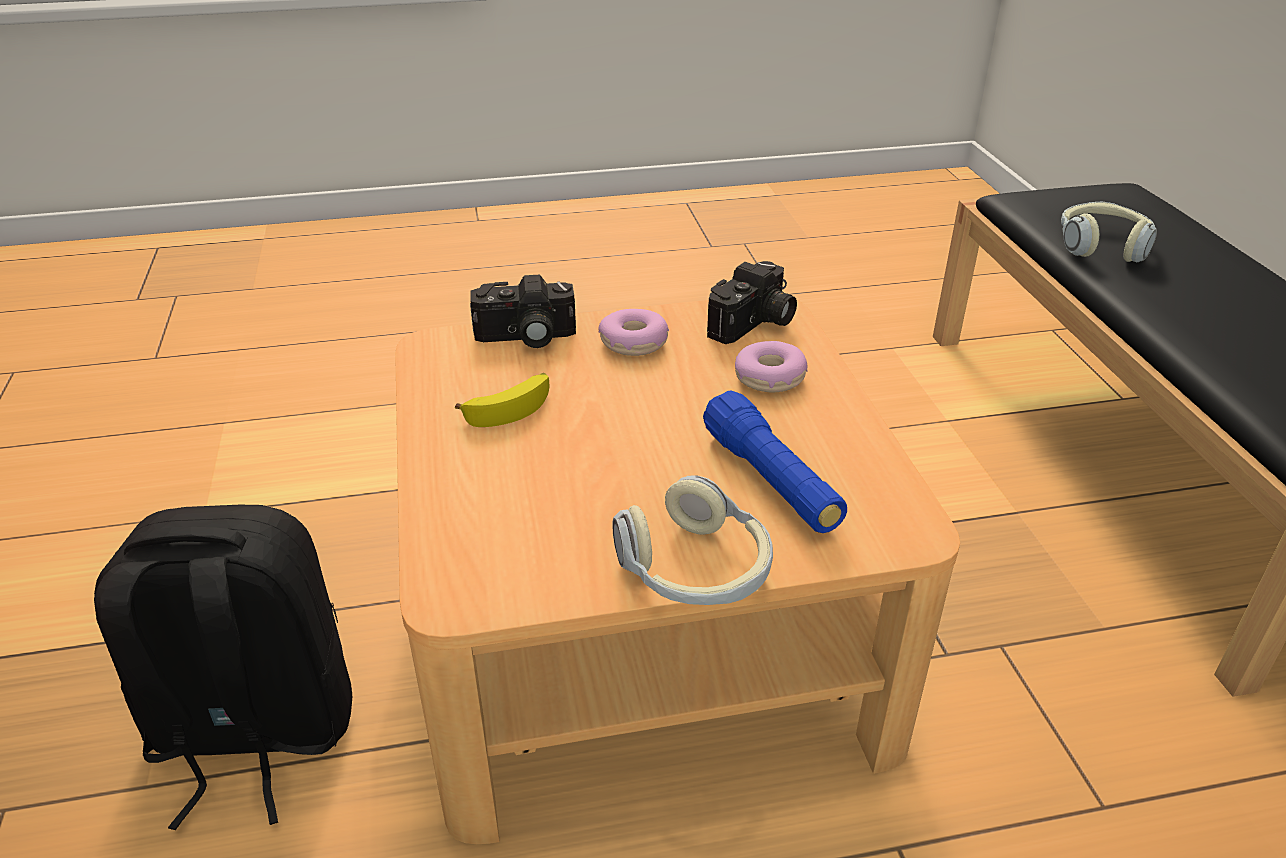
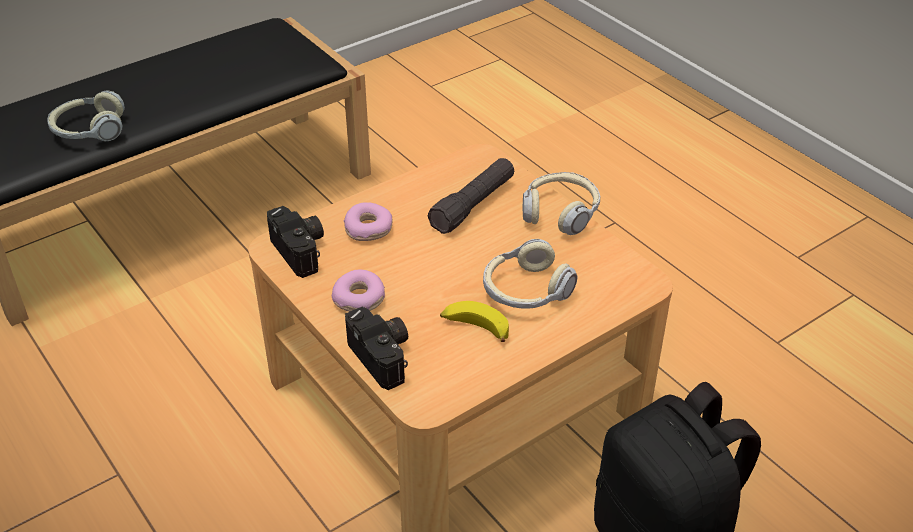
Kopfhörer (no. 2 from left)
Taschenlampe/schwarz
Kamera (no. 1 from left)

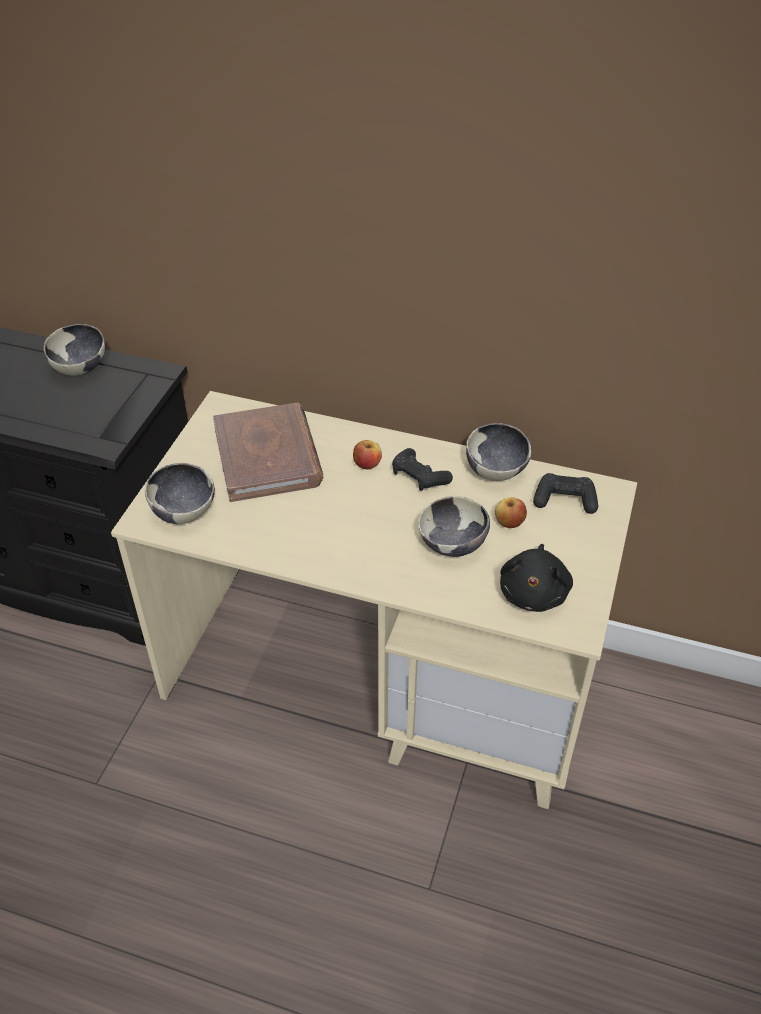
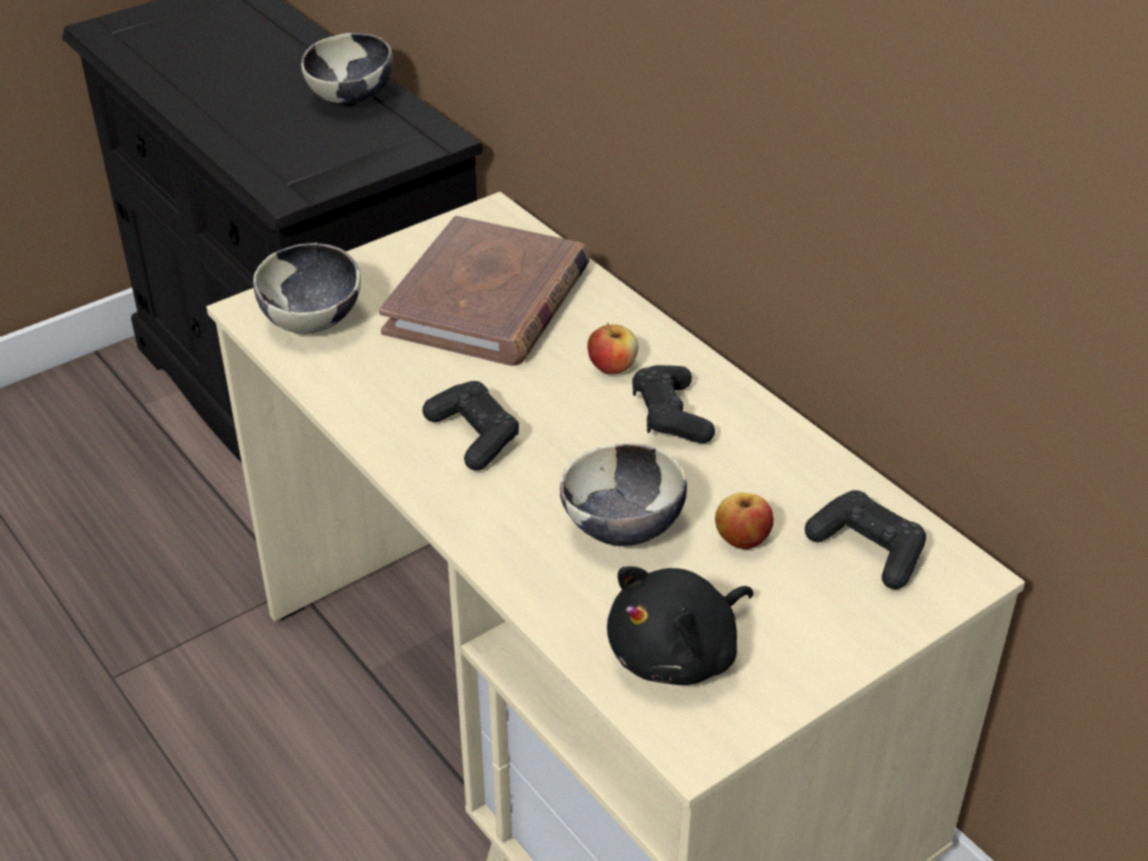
Schüssel (no. 4 from left in the first image)
Gamepad/schwarz (no. 1 from left)

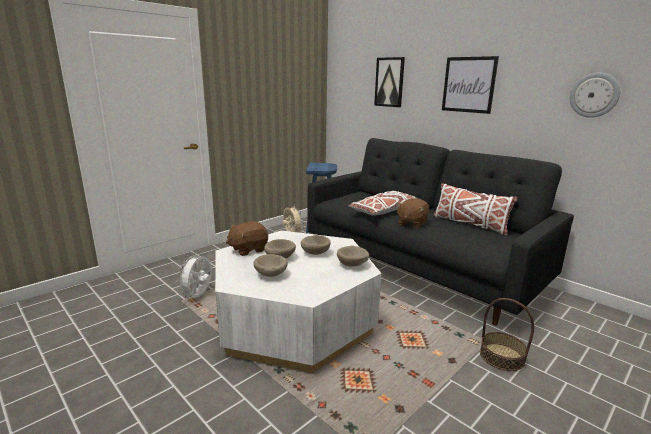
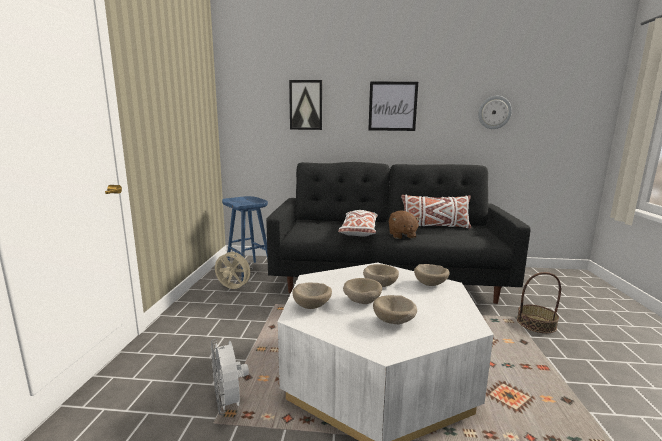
Schüssel/beige (no. 1 from left)

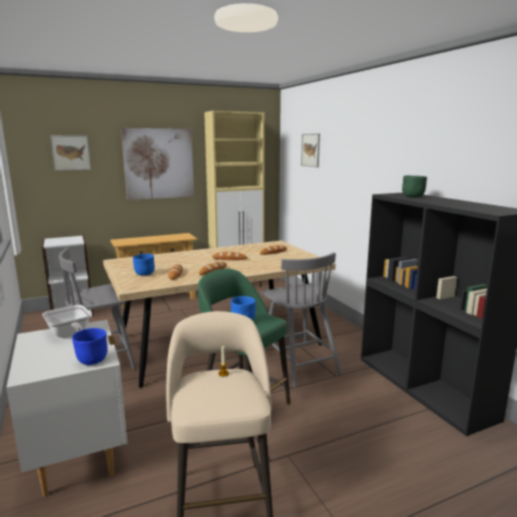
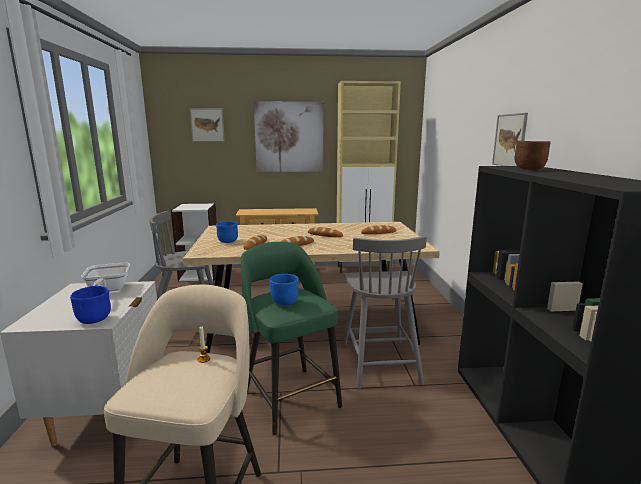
Bild (no. 3 from left)
Schüssel/braun

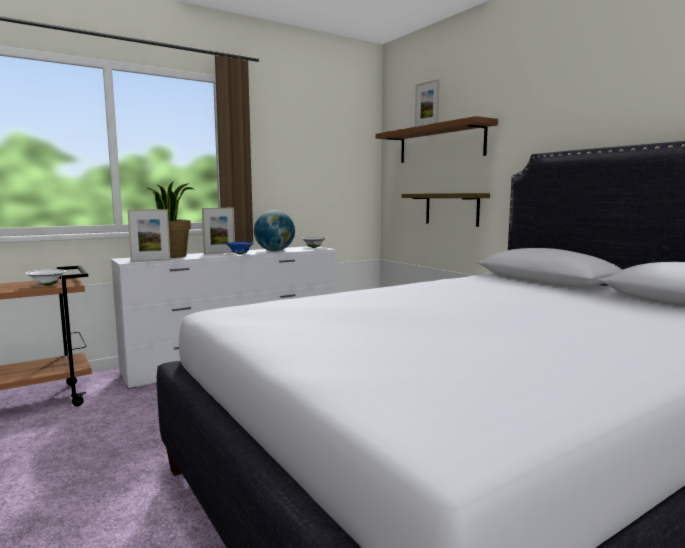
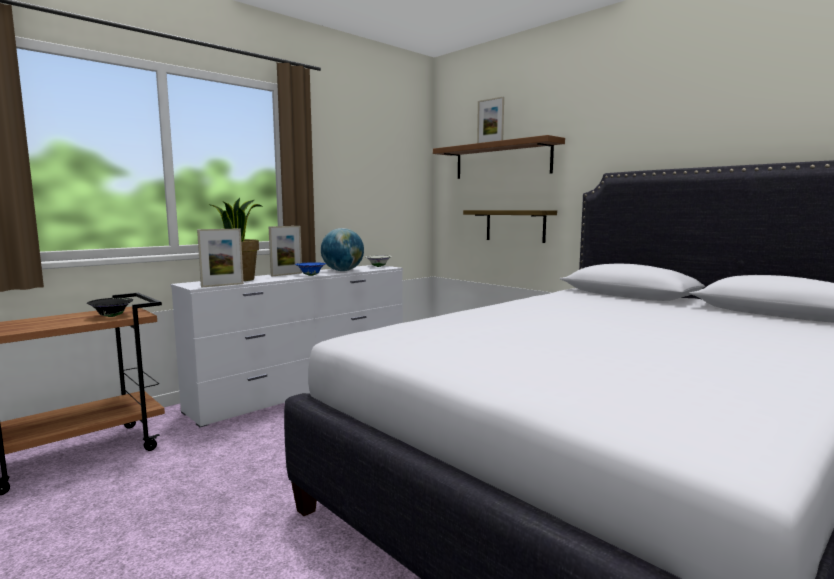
Schüssel/schwarz

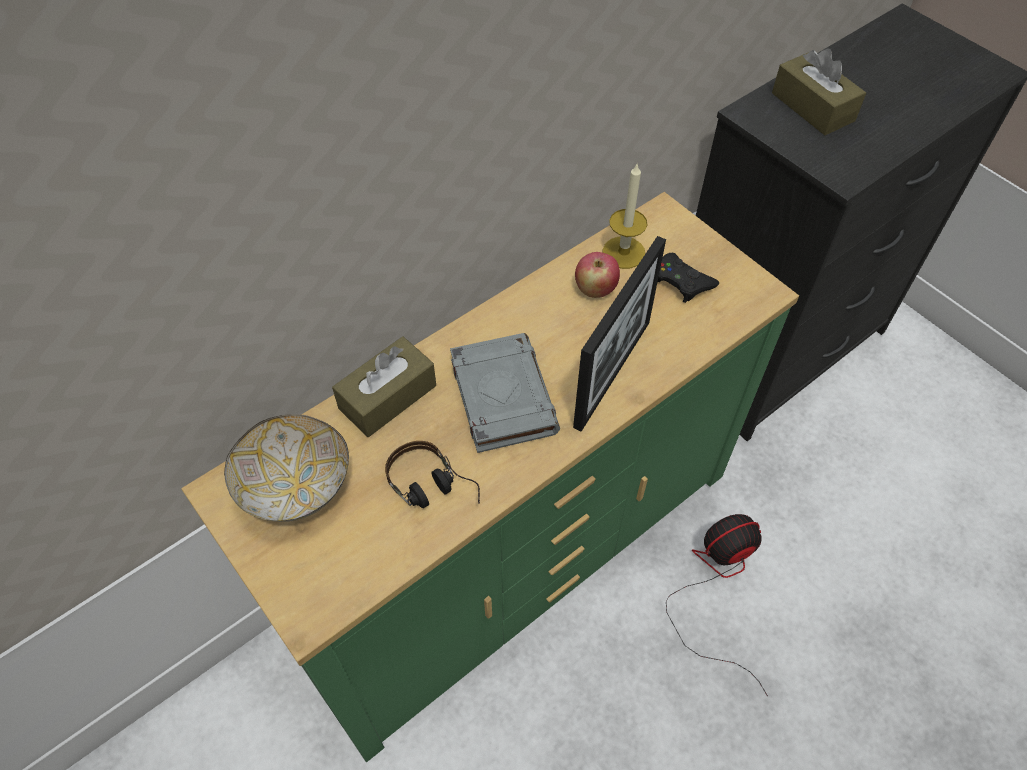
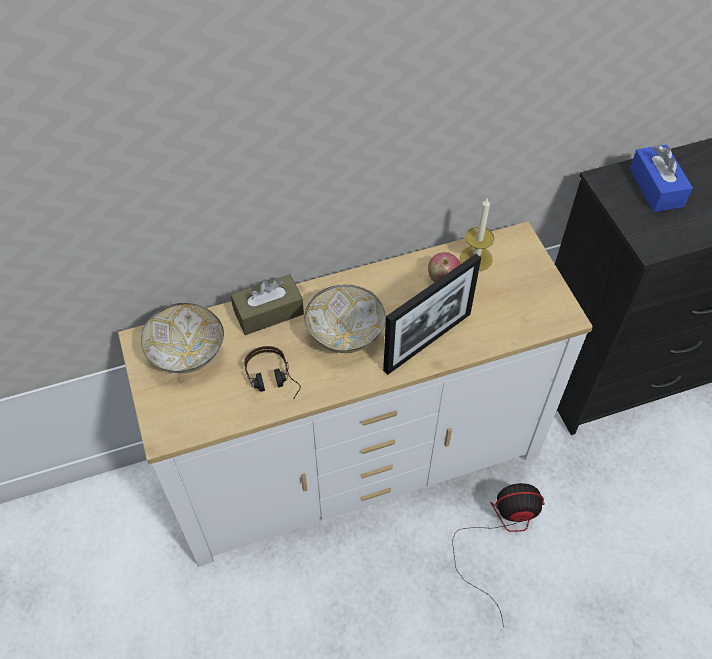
Gamepad/schwarz
Schüssel (no. 2 from left)
Kommode/weiß
Taschentuchbox/blau

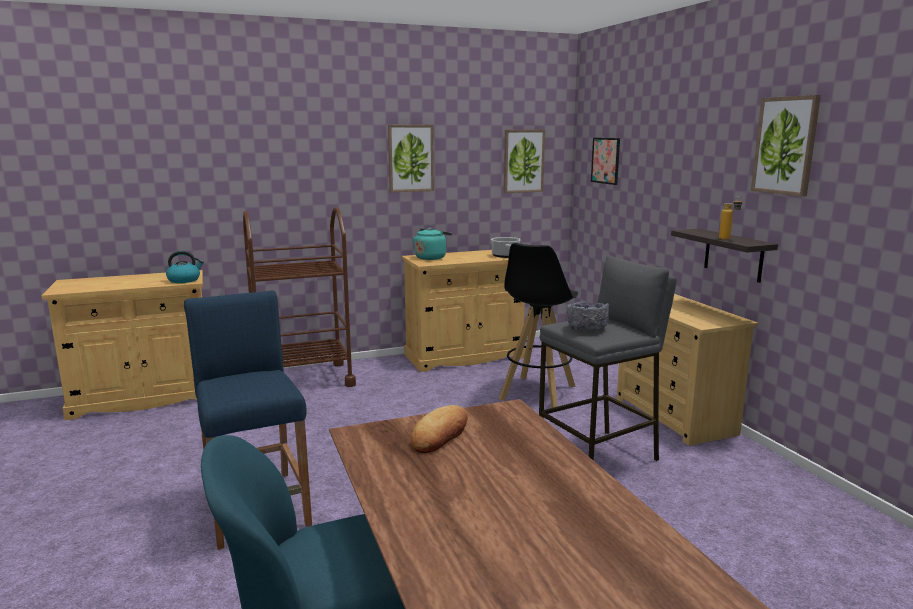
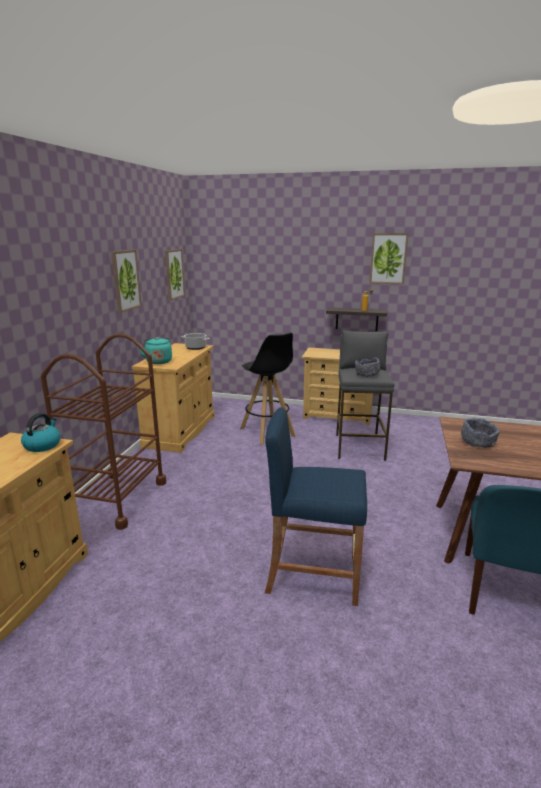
Bild (no. 3 from left in the first image)
Schüssel/grau (no. 2 from left)

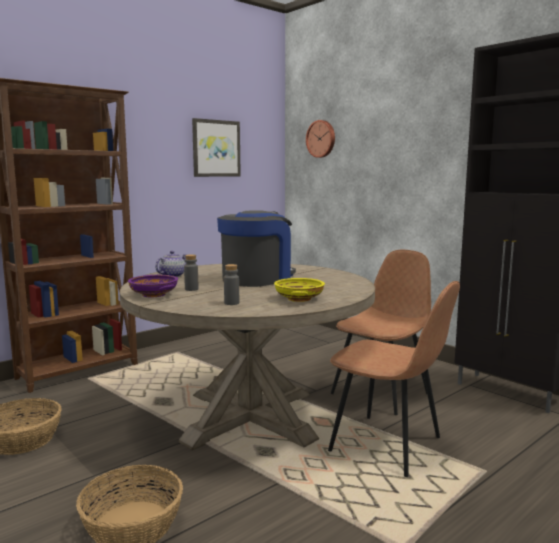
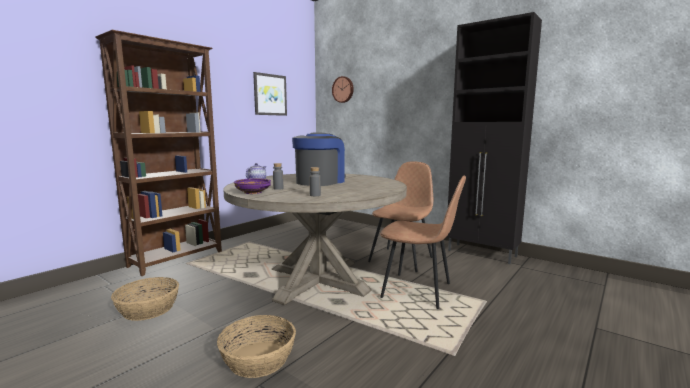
Schüssel/gelb

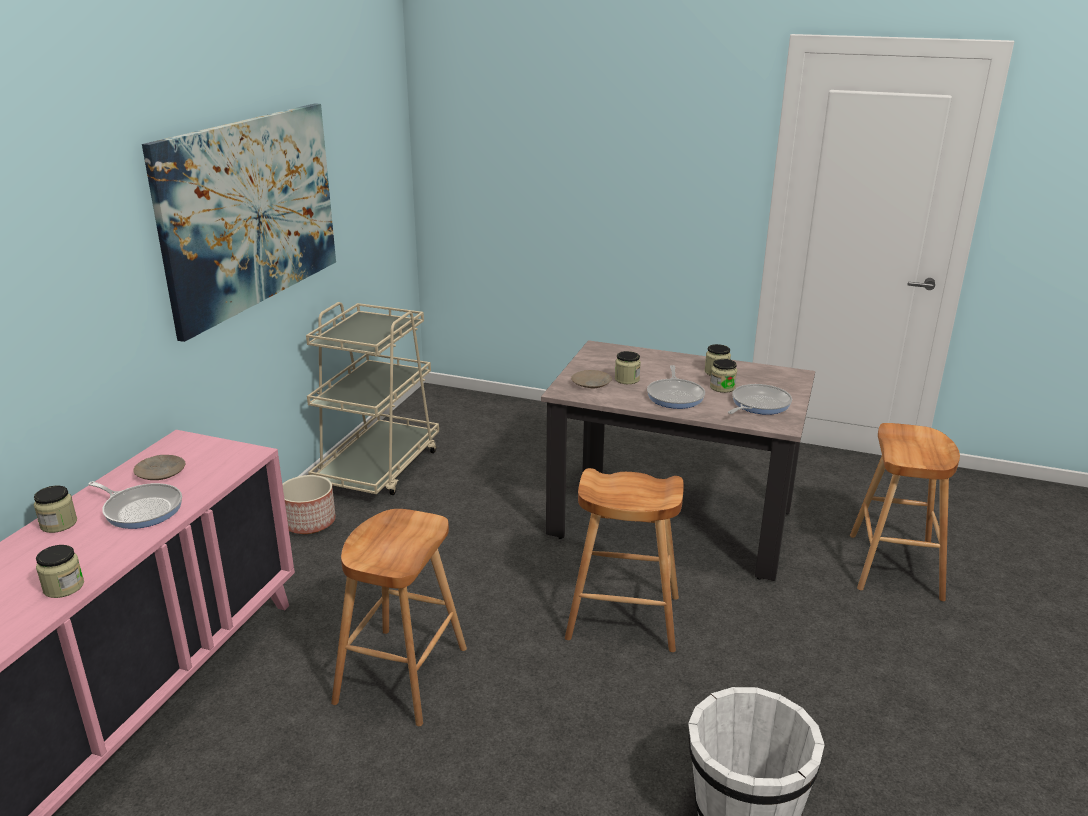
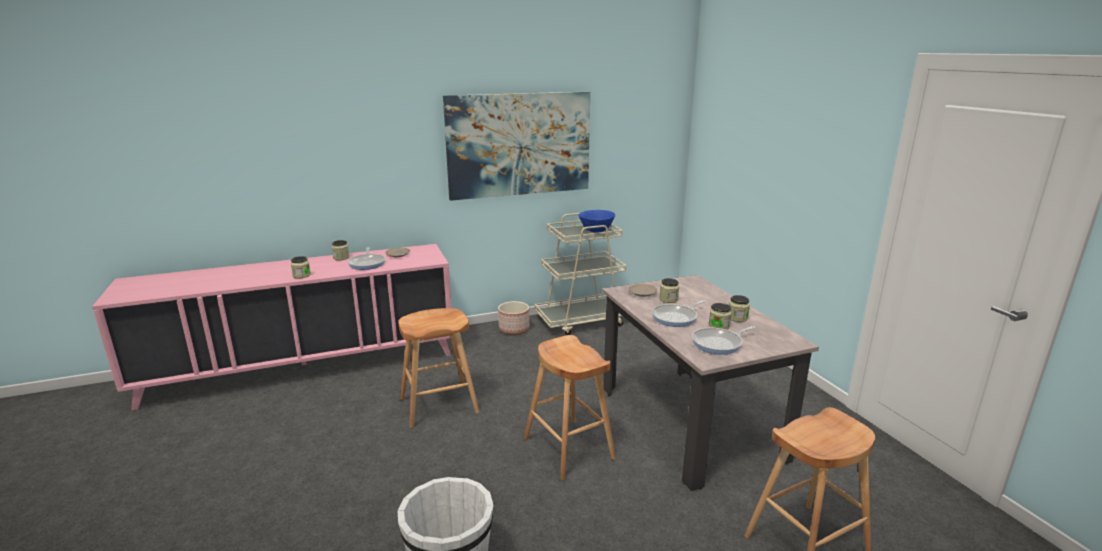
Schüssel/blau
Pfanne (no. 3 from left)

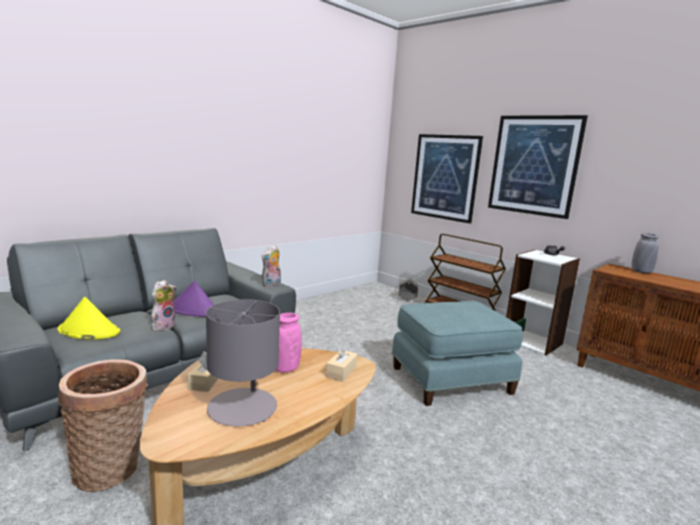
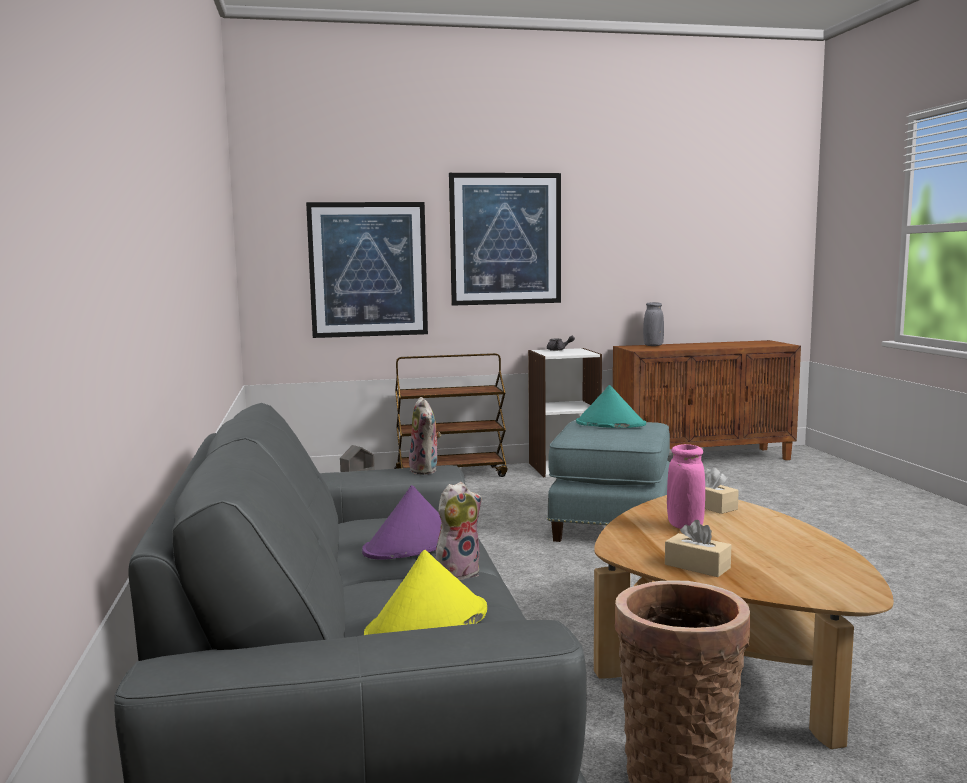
Tischlampe/grau
Hut/türkis
Plüschtier (no. 2 from left)

